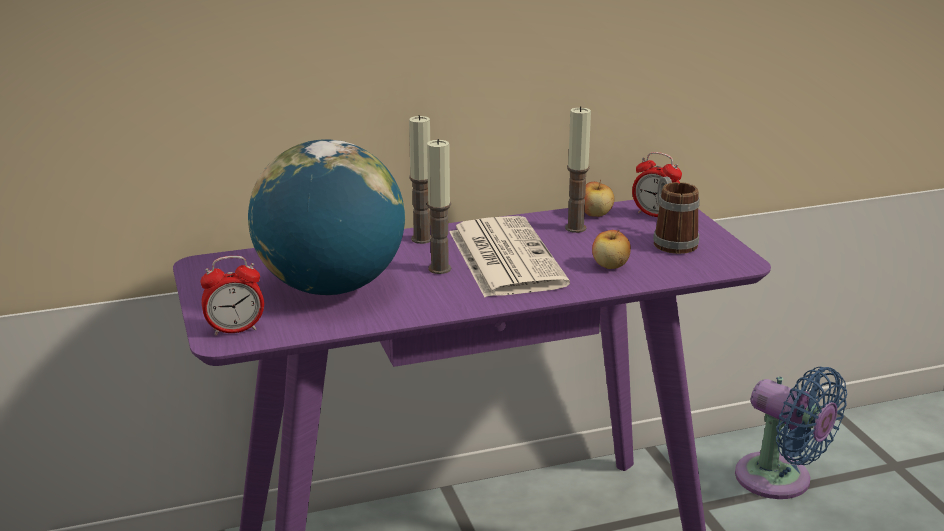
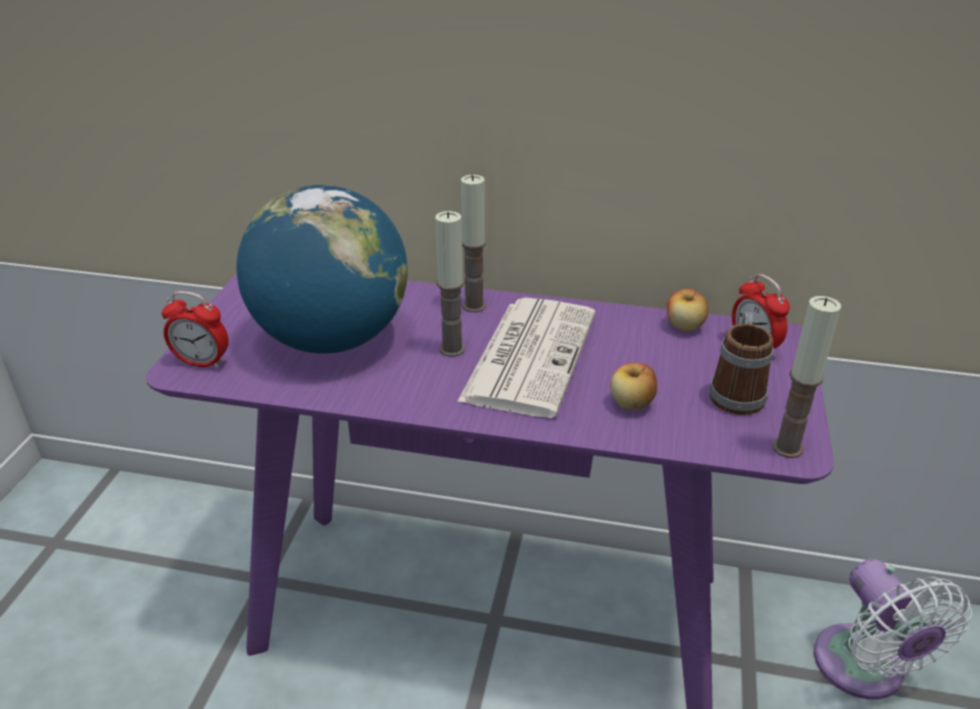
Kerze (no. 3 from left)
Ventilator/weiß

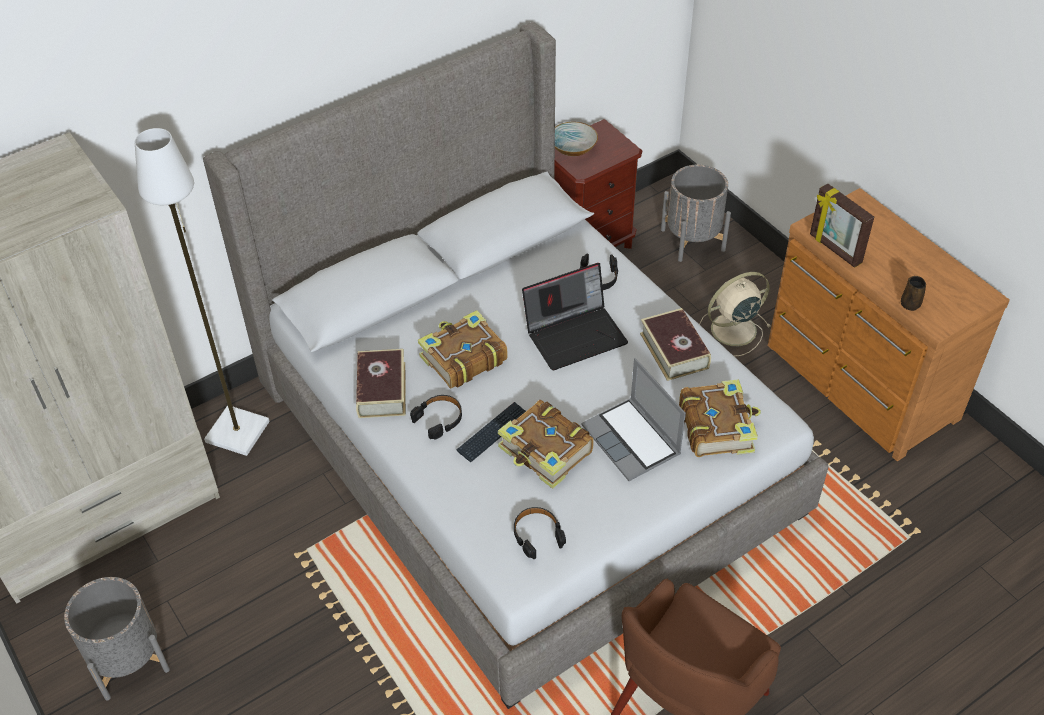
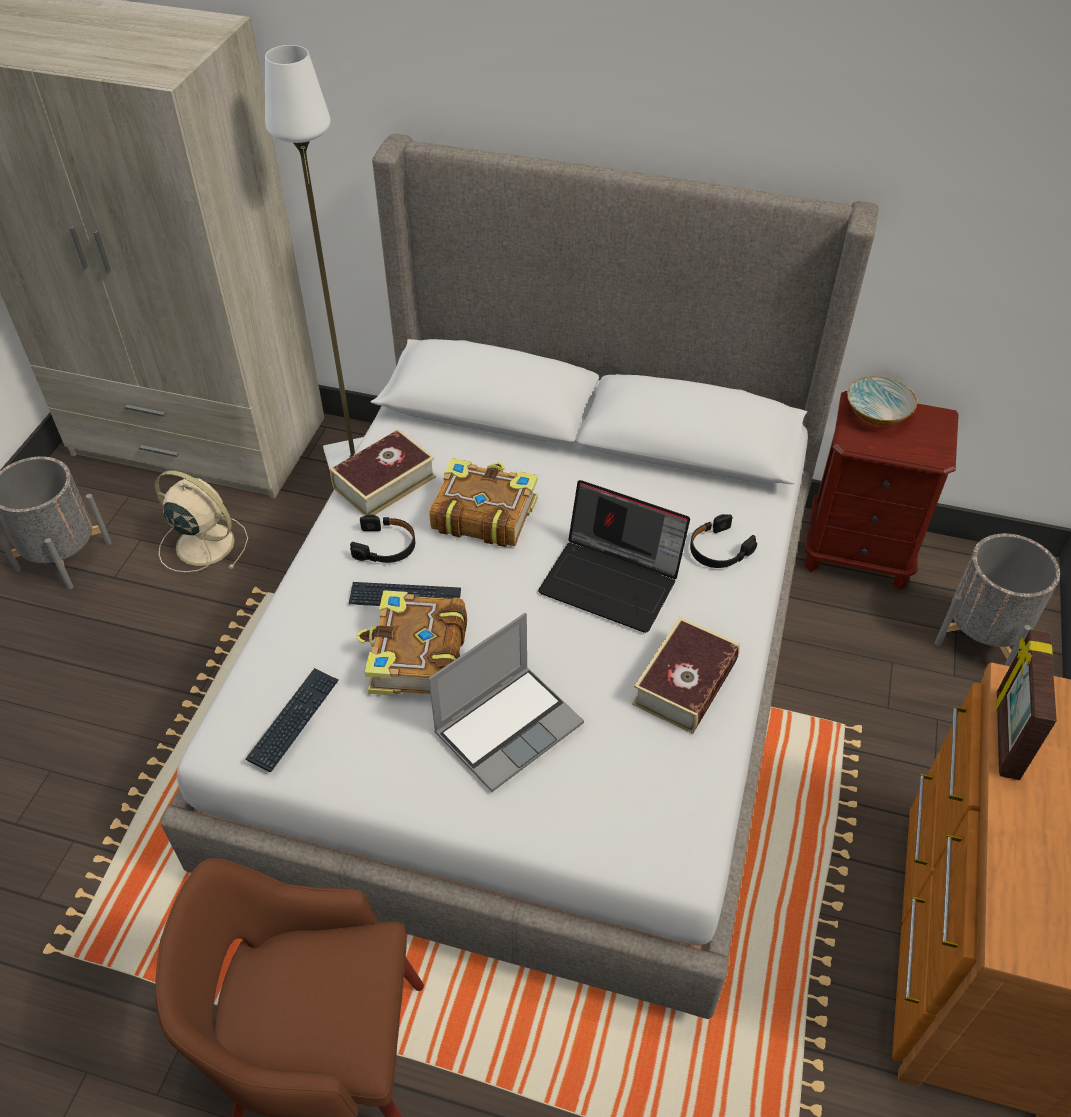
Buch (no. 5 from left in the first image)
Henkelbecher/braun
Ventilator/beige
Tastatur (no. 1 from left)
Laptop (no. 1 from left)

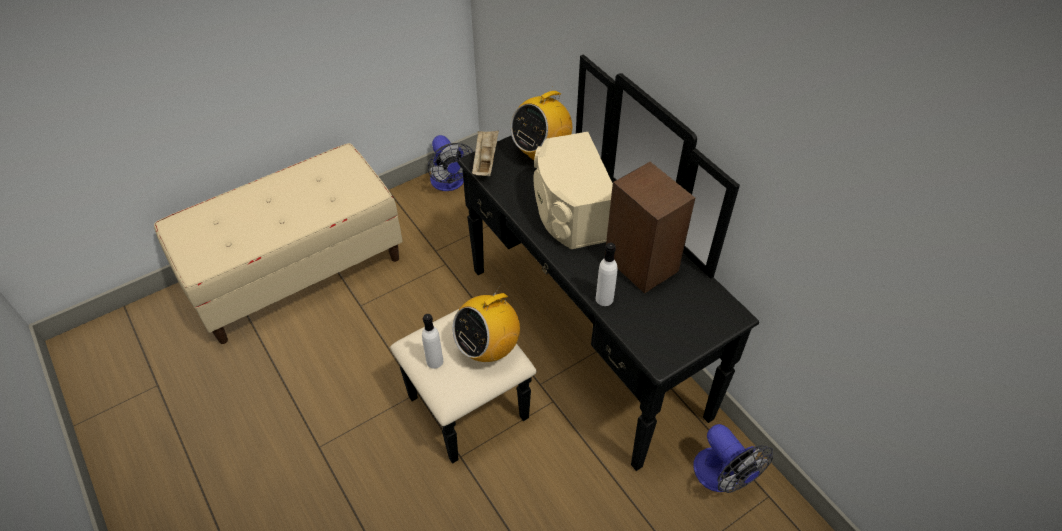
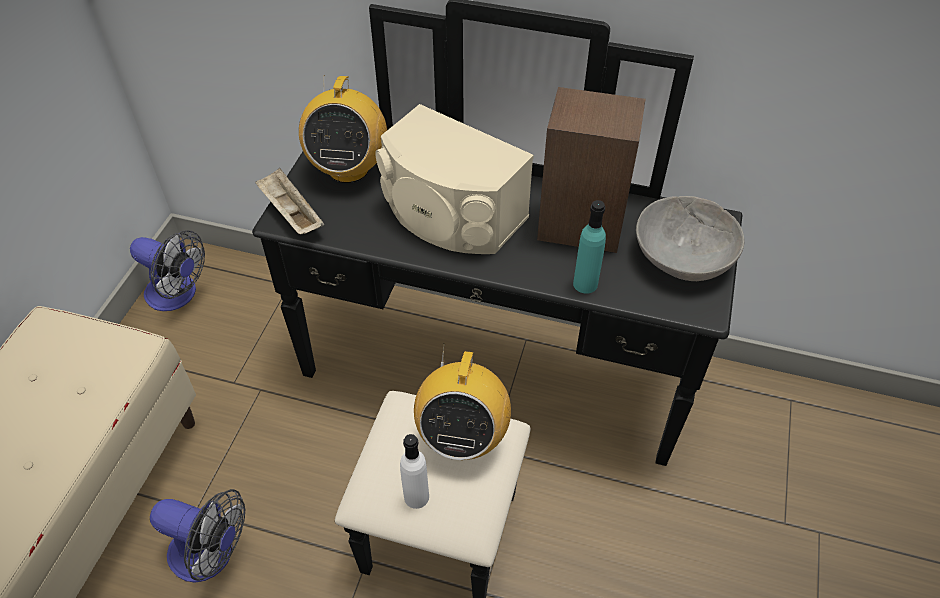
Schüssel/grau
Ventilator (no. 2 from left)
Flasche/türkis

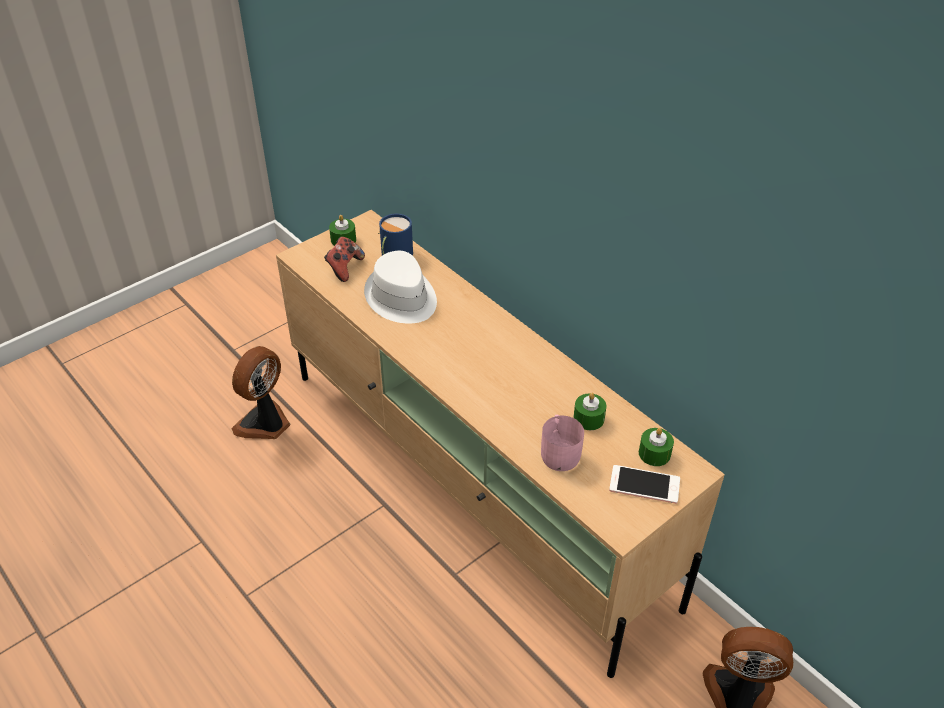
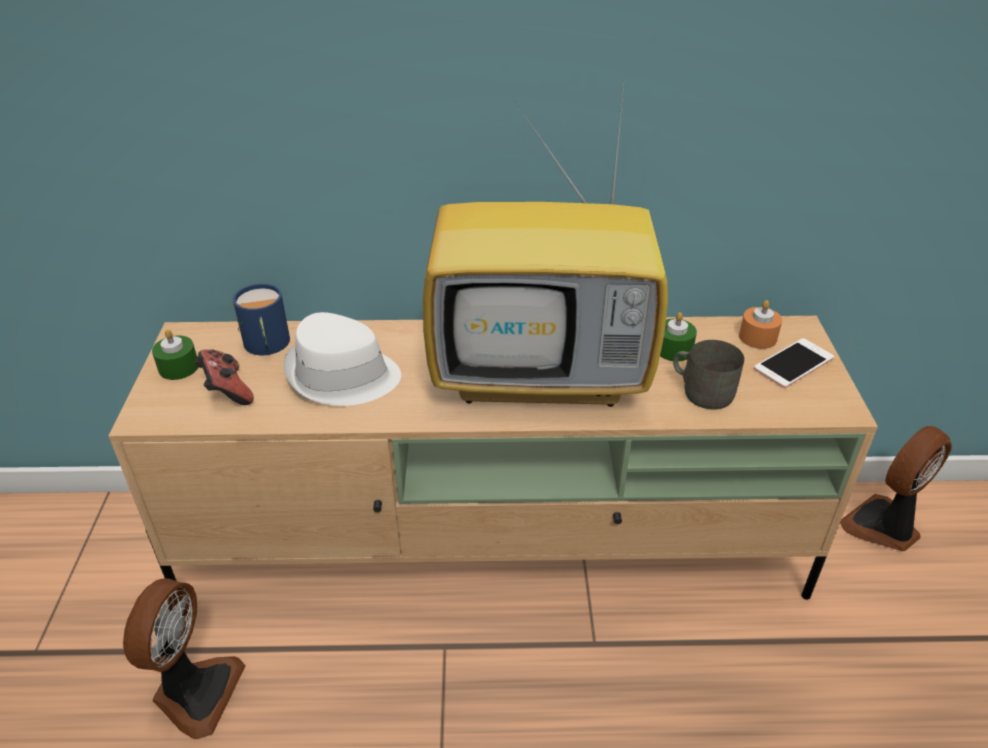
Fernseher
Henkelbecher/grau
Kerze/orange
Ventilator (no. 1 from left)

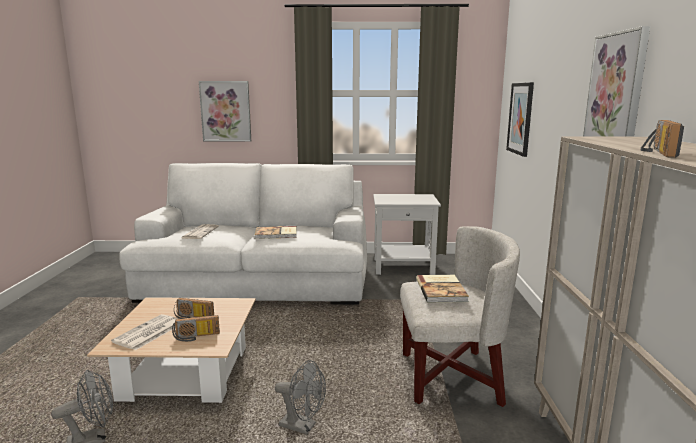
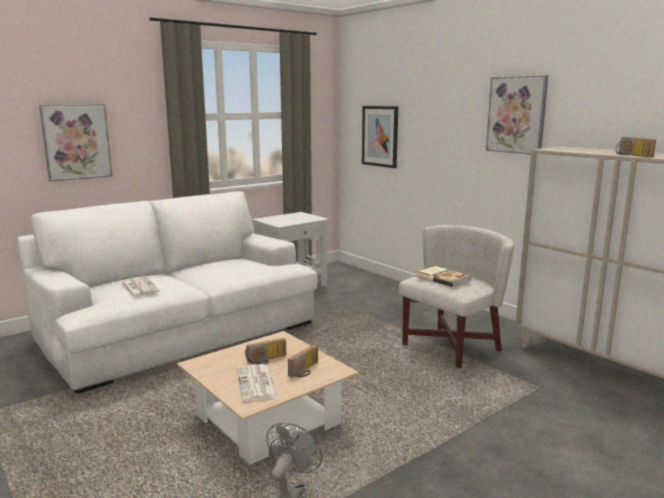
Buch (no. 1 from left in the first image)
Ventilator/grau (no. 2 from left in the first image)

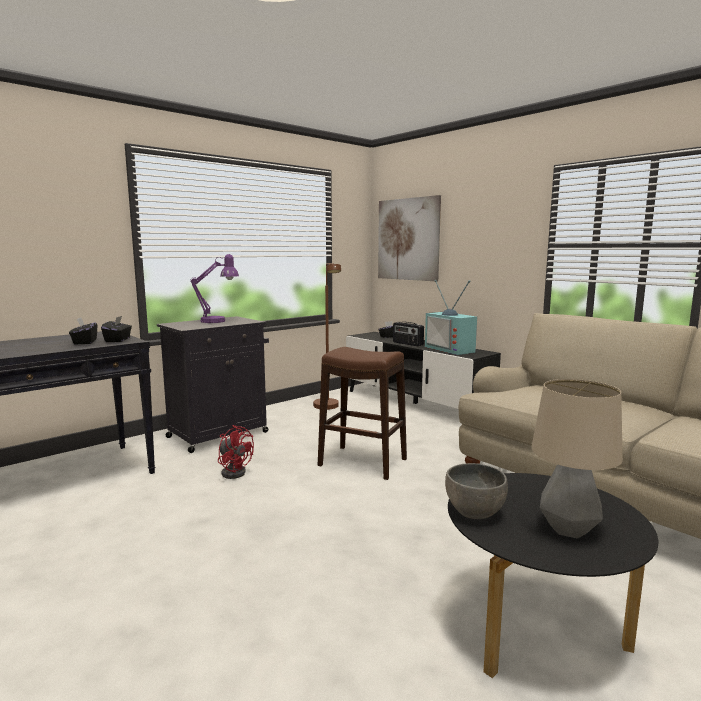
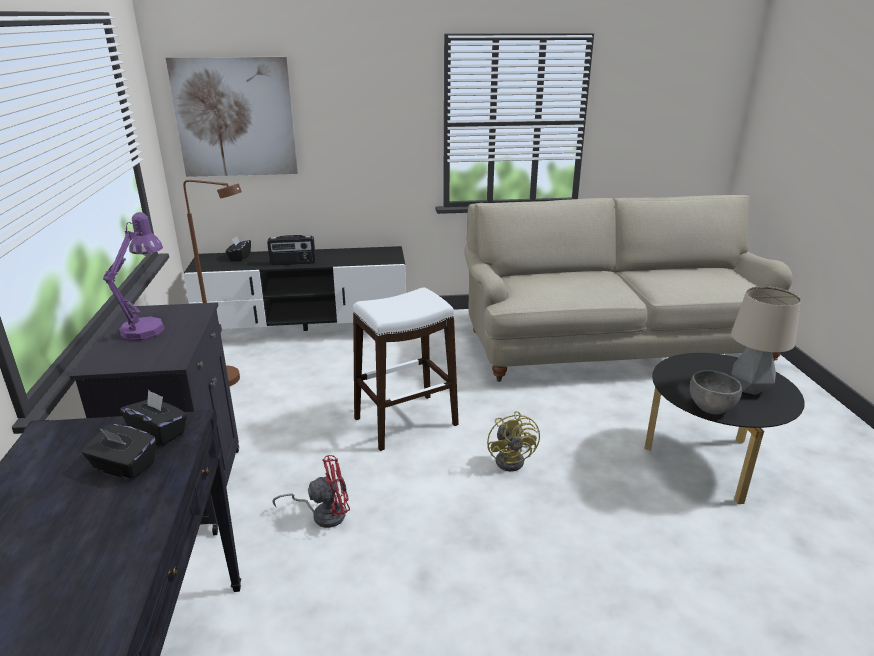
Fernseher
Ventilator/gelb
Hocker/weiß

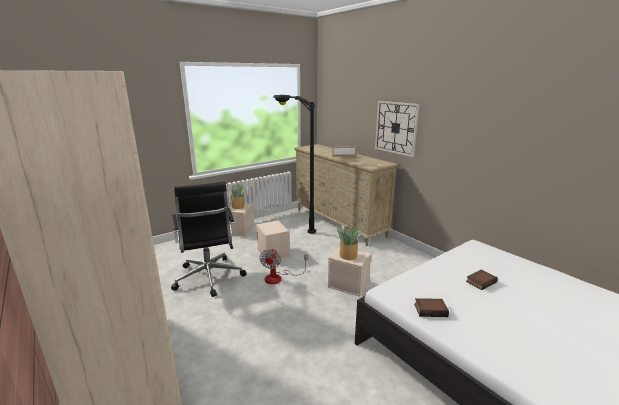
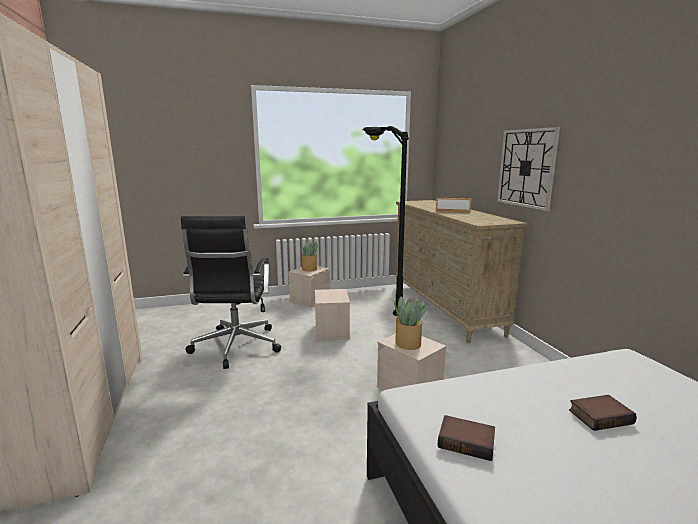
Ventilator

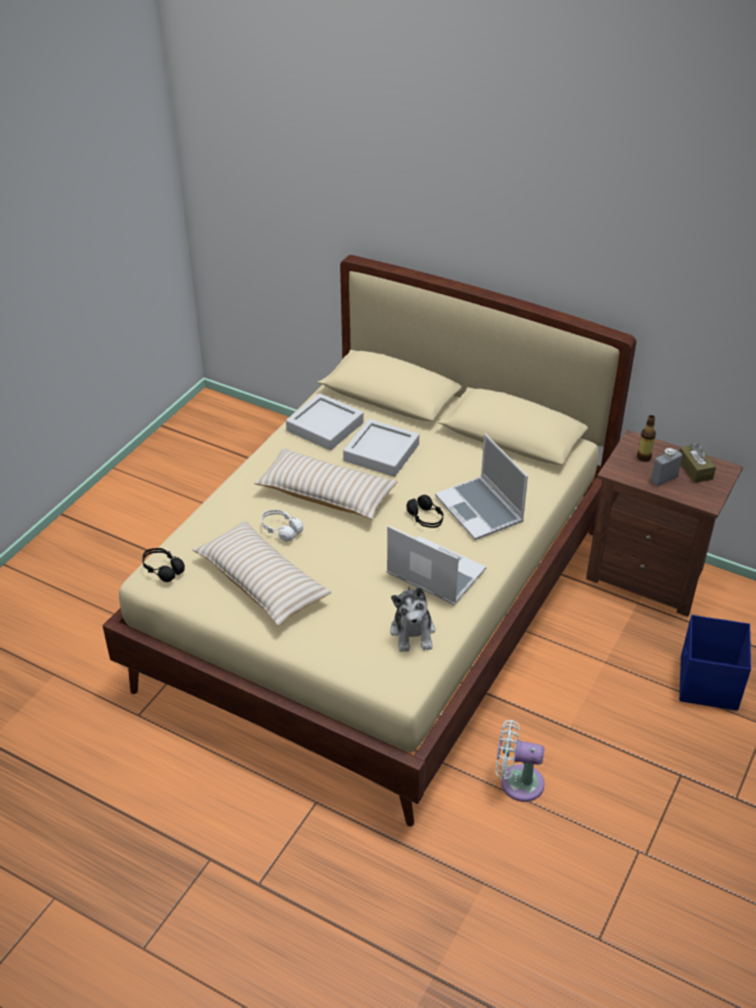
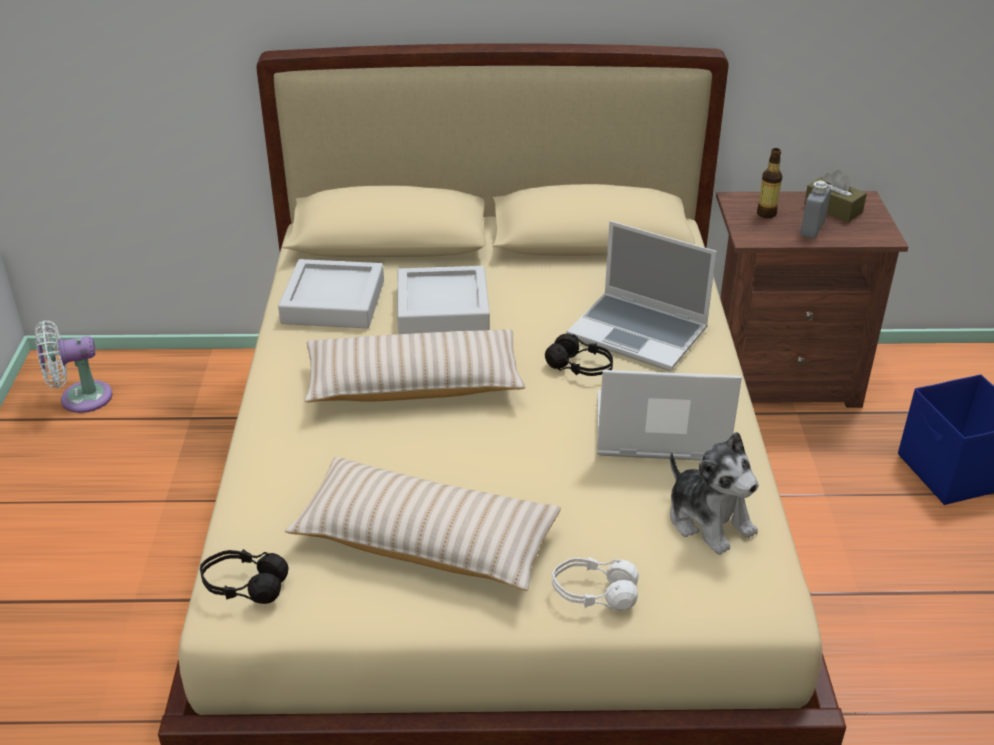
Kopfhörer/weiß
Ventilator/weiß

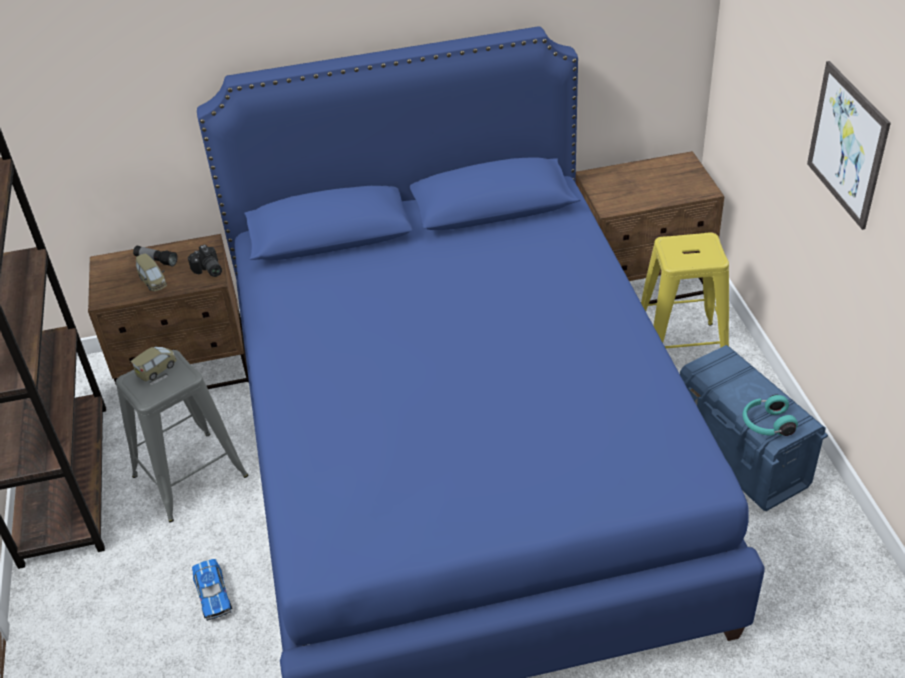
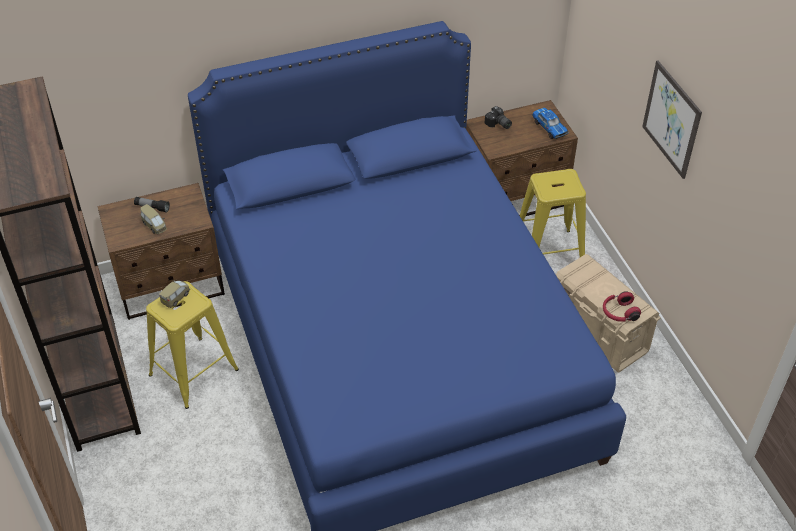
Kamera
Spielzeugauto (no. 3 from left)
Hocker/gelb (no. 1 from left)
Aufbewahrungsbox/beige
Kopfhörer/rot

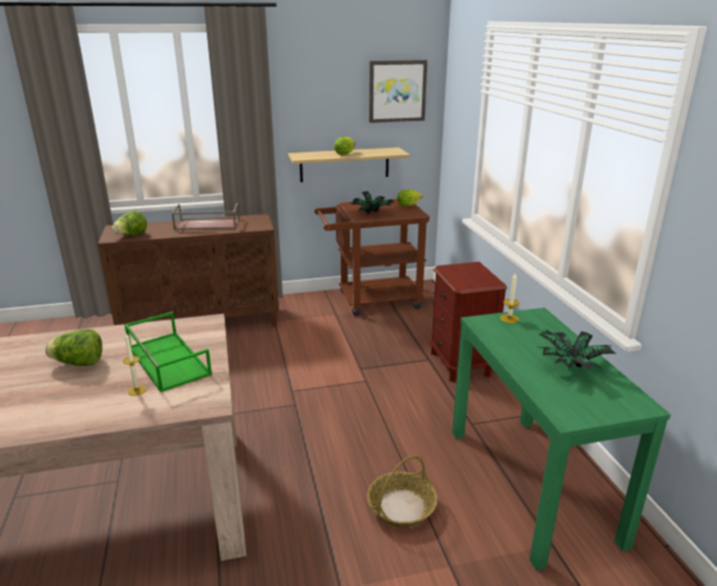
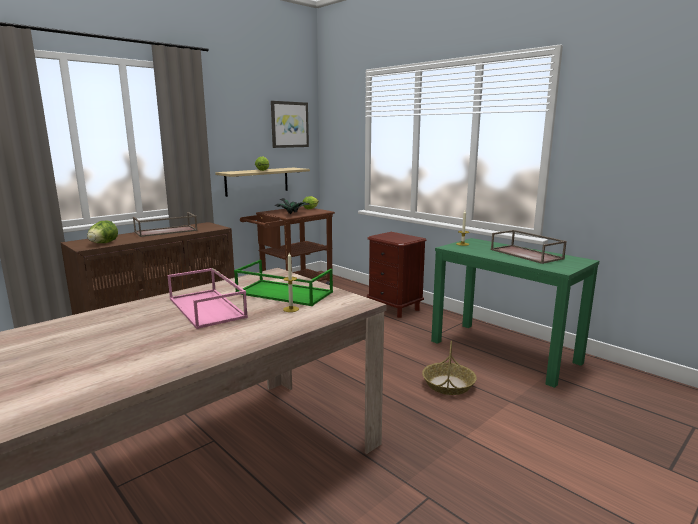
Tablett/rosa
Tablett/braun (no. 2 from left)

